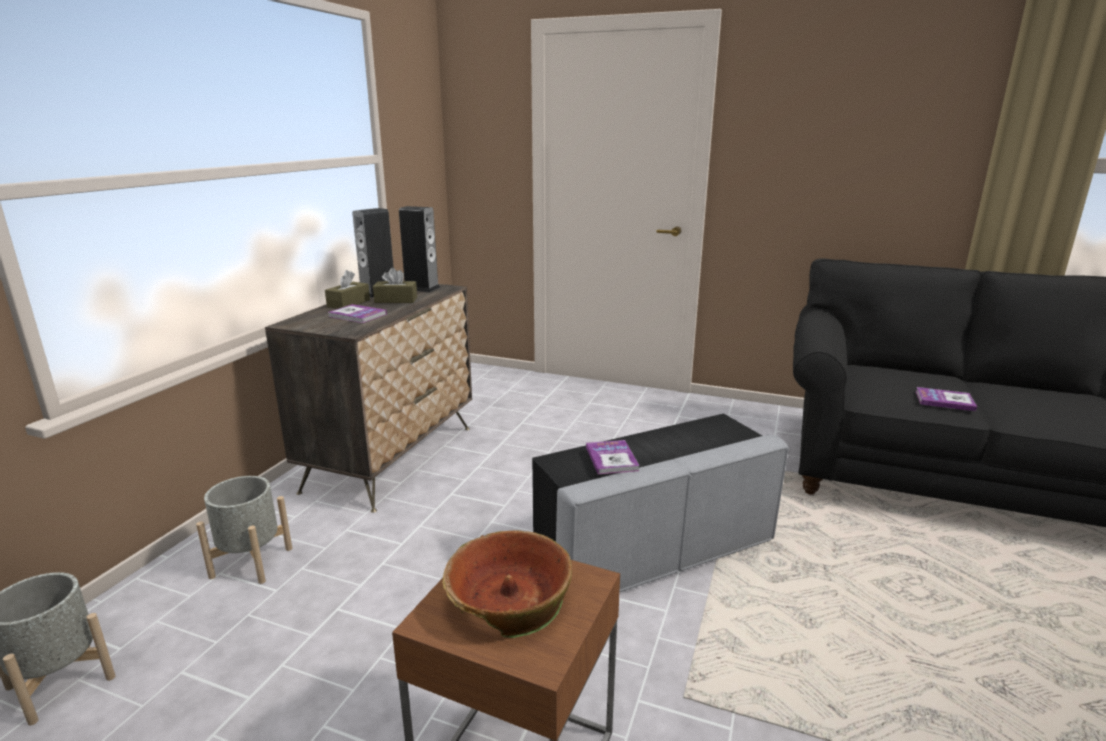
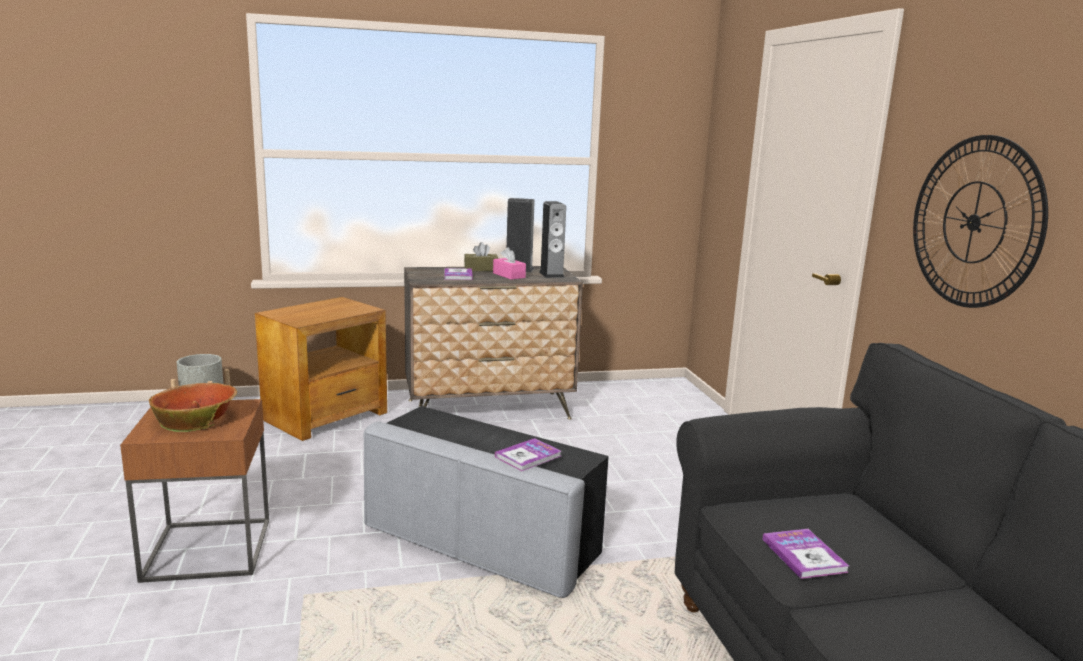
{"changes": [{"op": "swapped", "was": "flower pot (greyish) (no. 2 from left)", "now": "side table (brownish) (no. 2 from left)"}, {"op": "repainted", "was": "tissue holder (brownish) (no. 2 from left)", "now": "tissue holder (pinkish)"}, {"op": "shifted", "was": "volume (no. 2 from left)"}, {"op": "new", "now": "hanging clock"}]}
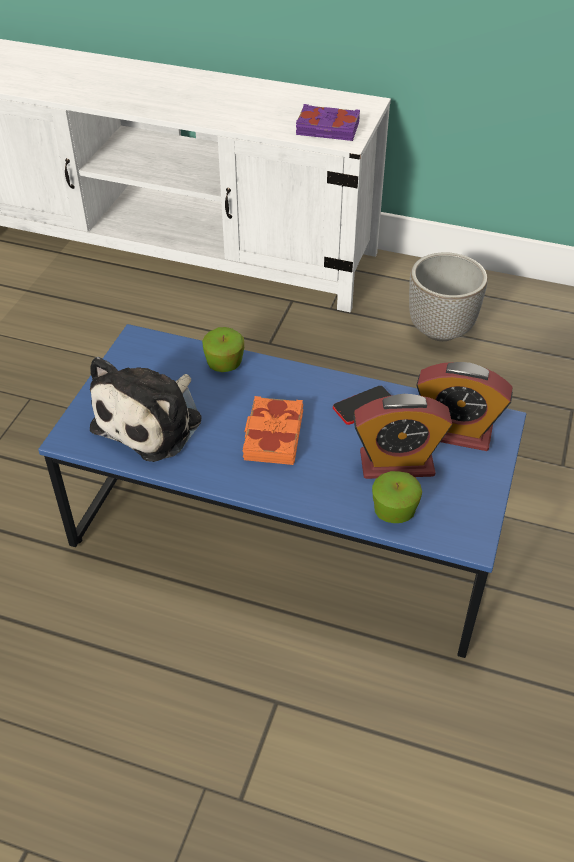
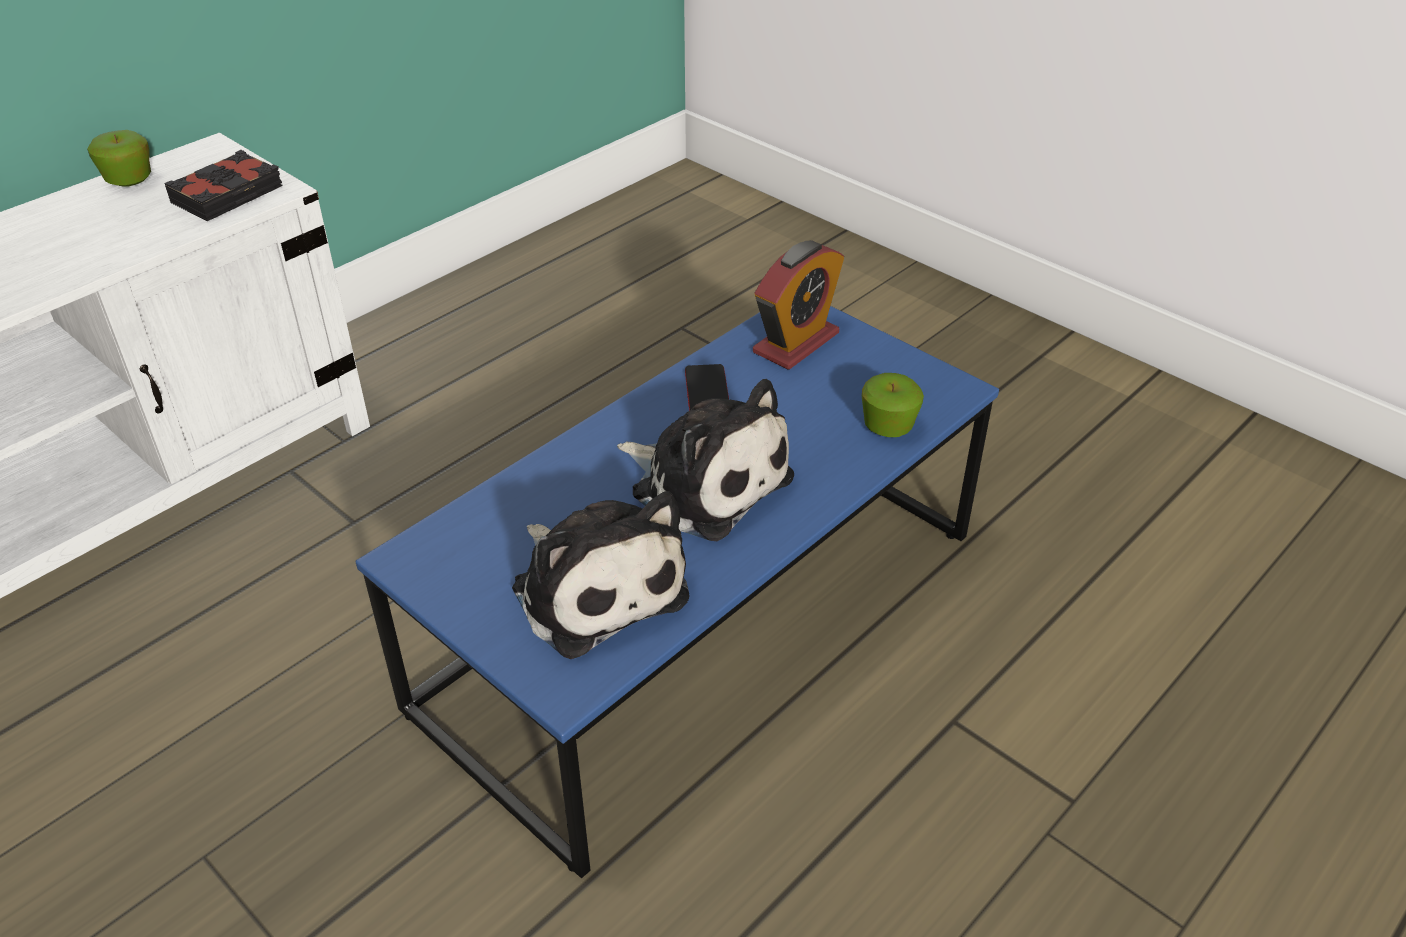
{"changes": [{"op": "shifted", "was": "whole apple (no. 1 from left)"}, {"op": "swapped", "was": "volume (orange-coloured)", "now": "plush toy (no. 2 from left)"}, {"op": "repainted", "was": "volume (purple-coloured)", "now": "volume (blackish)"}, {"op": "gone", "was": "table clock (no. 1 from left)"}, {"op": "gone", "was": "flower pot"}]}
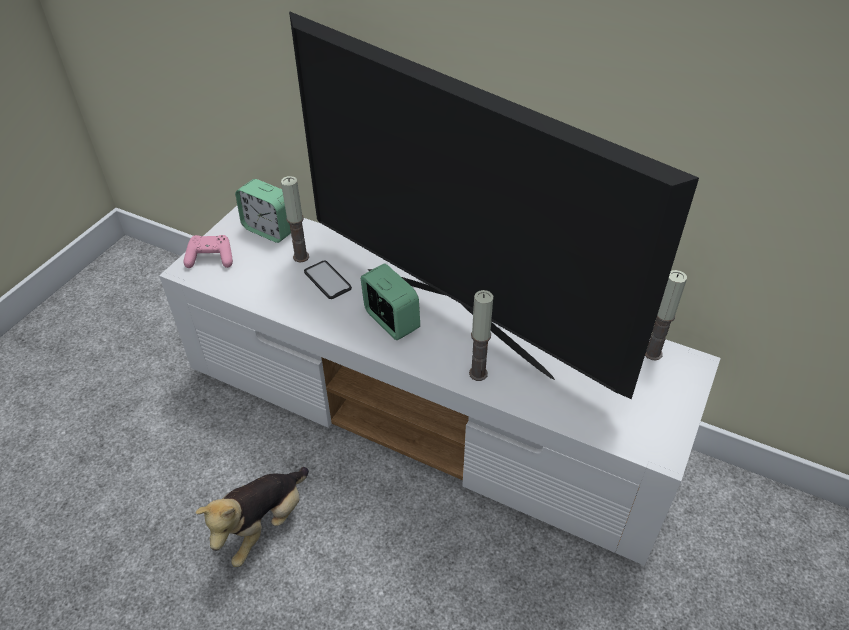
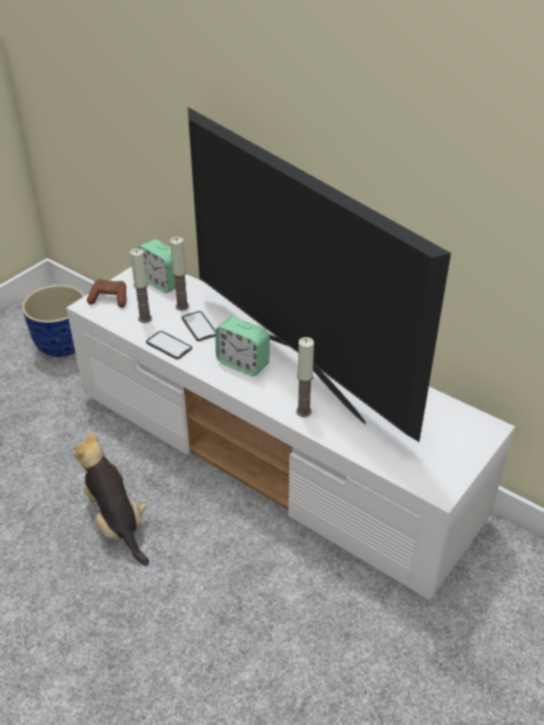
{"changes": [{"op": "repainted", "was": "game controller (pinkish)", "now": "game controller (brownish)"}, {"op": "rotated", "was": "plush toy", "clockwise": 105}, {"op": "rotated", "was": "table clock (no. 2 from left)", "clockwise": 150}, {"op": "shifted", "was": "wax candle (no. 3 from left in the first image)", "now": "wax candle (no. 1 from left)"}, {"op": "new", "now": "flower pot"}, {"op": "new", "now": "telephone (no. 1 from left)"}]}
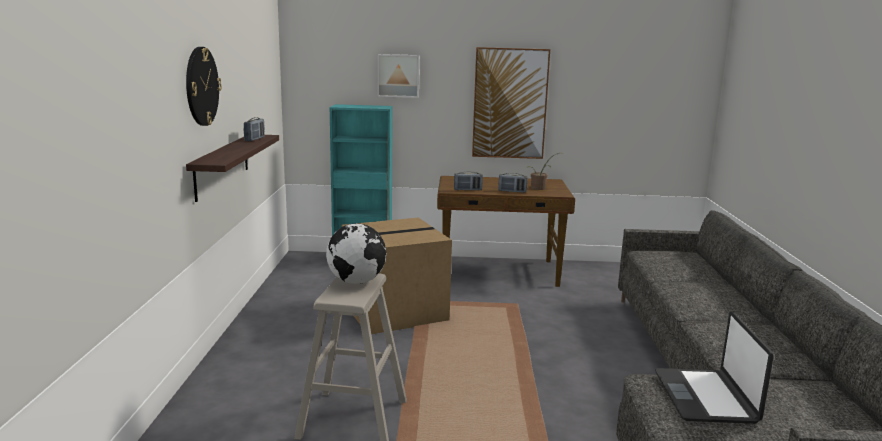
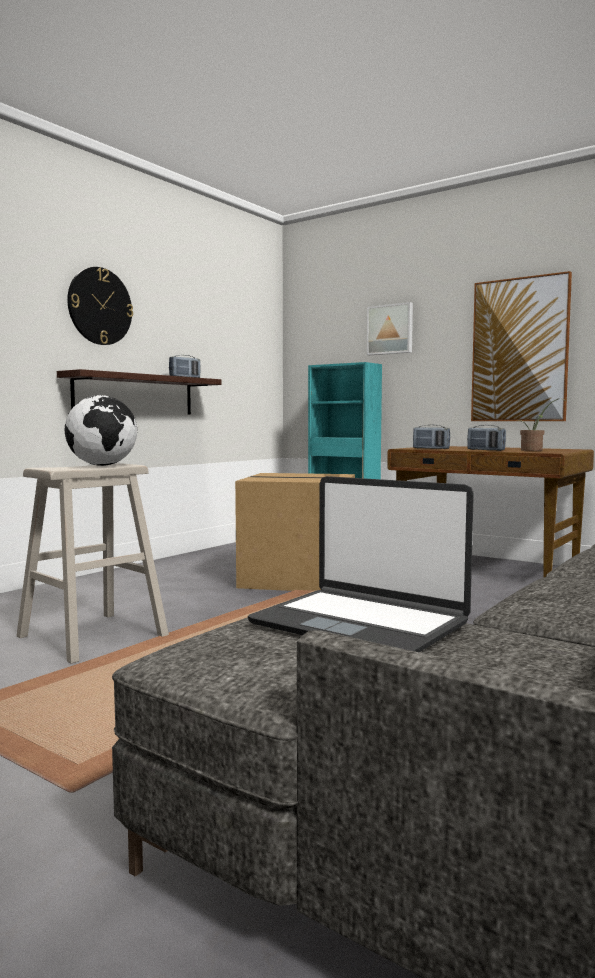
{"changes": [{"op": "rotated", "was": "portable computer", "clockwise": -90}]}
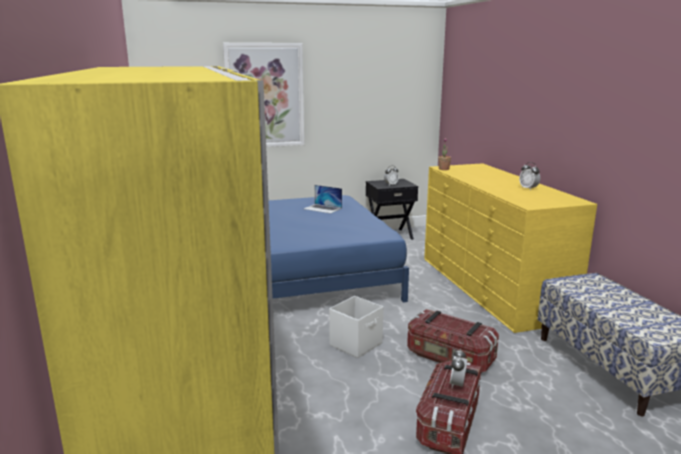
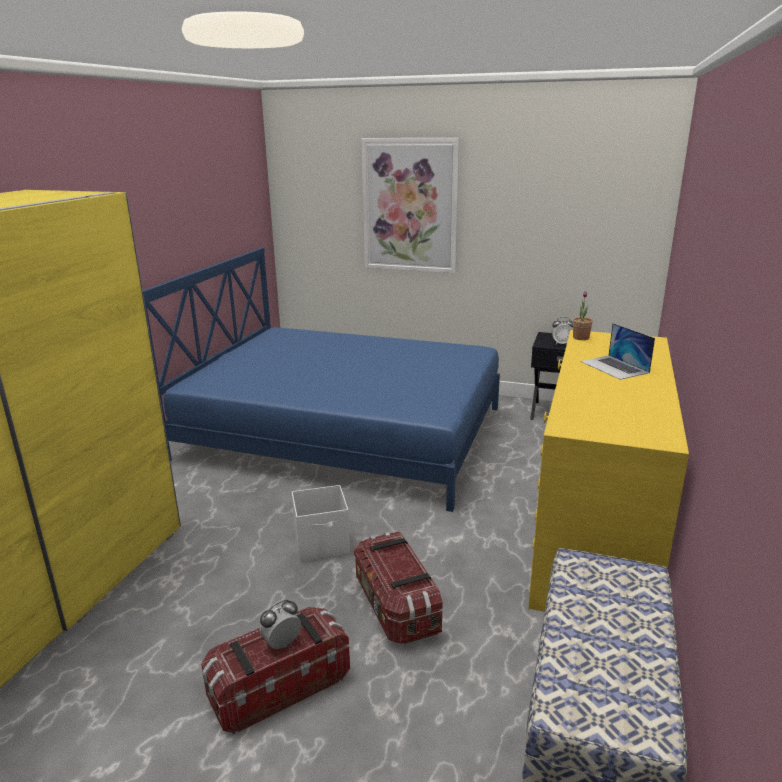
{"changes": [{"op": "shifted", "was": "portable computer"}, {"op": "gone", "was": "table clock (no. 3 from left)"}]}
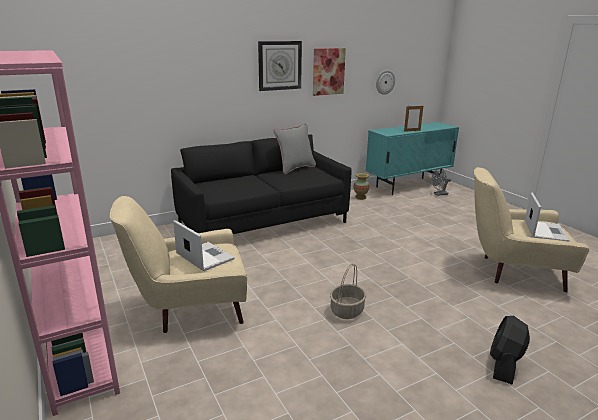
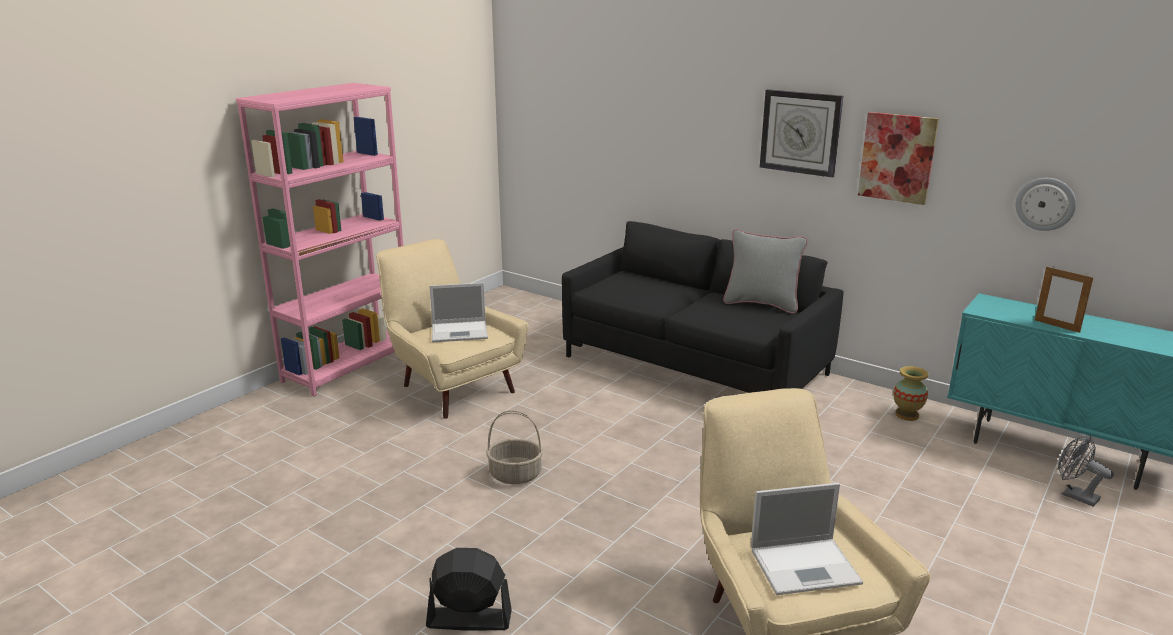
{"changes": [{"op": "rotated", "was": "portable computer (no. 1 from left)", "clockwise": 60}]}
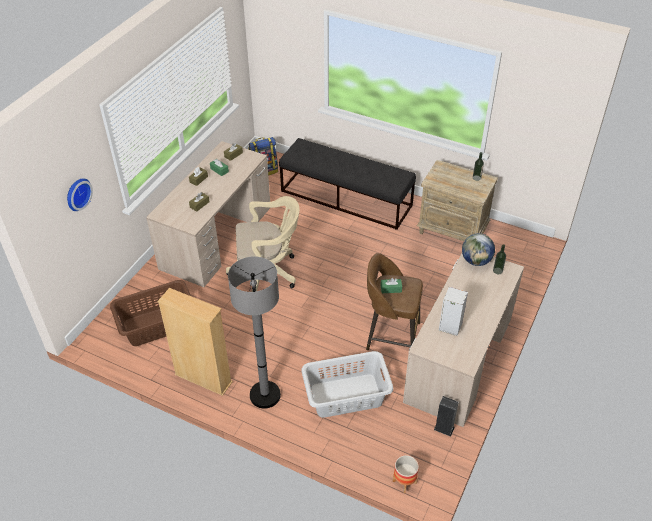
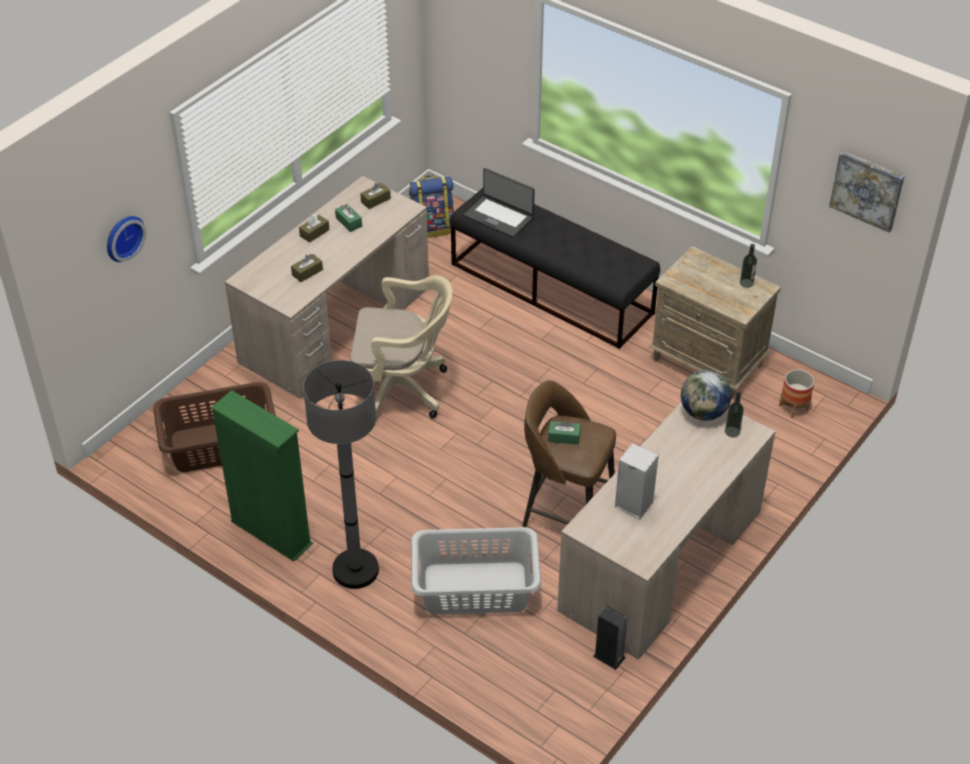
{"changes": [{"op": "repainted", "was": "bookshelf (sand-coloured)", "now": "bookshelf (greenish)"}, {"op": "shifted", "was": "flower pot"}, {"op": "new", "now": "portable computer"}, {"op": "new", "now": "picture"}]}
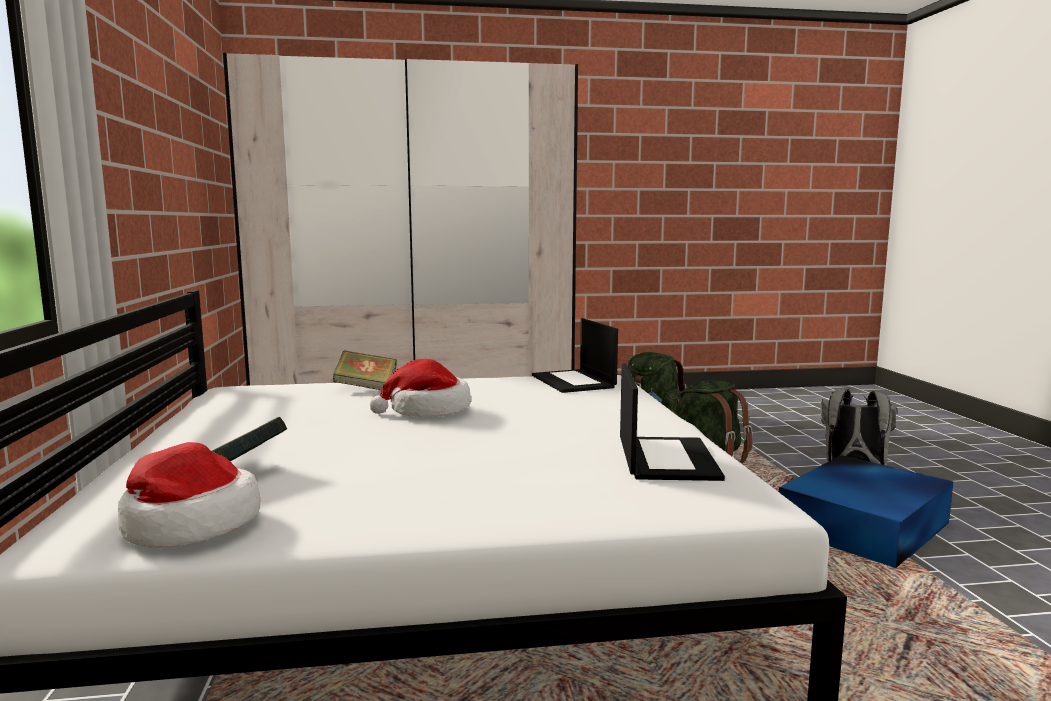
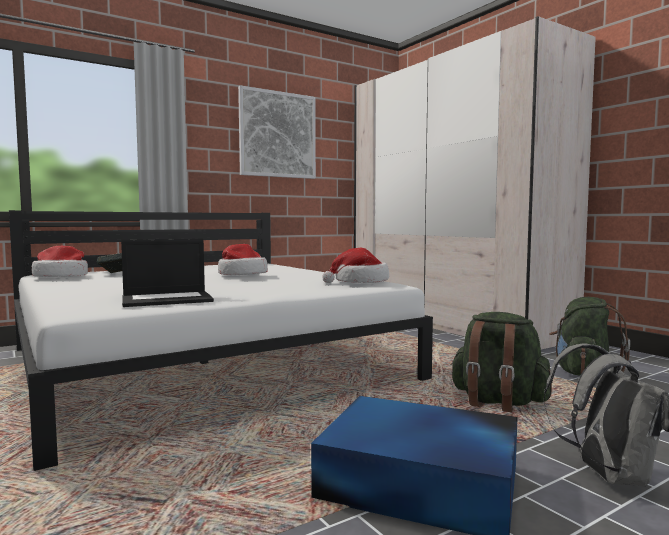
{"changes": [{"op": "gone", "was": "volume (no. 2 from left)"}, {"op": "swapped", "was": "portable computer (no. 1 from left)", "now": "clothing hat (no. 3 from left)"}, {"op": "new", "now": "picture"}]}
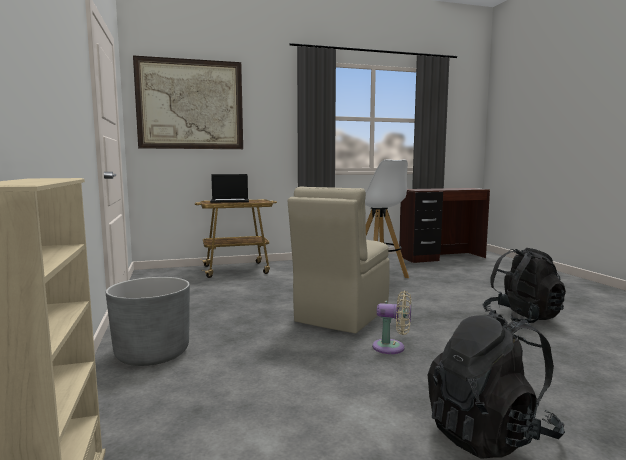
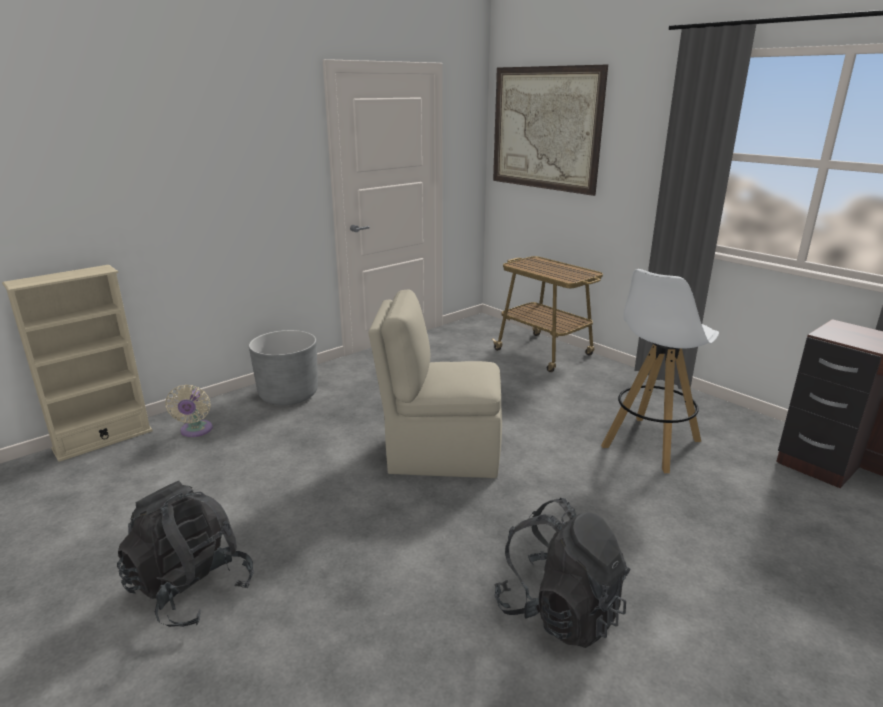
{"changes": [{"op": "gone", "was": "portable computer"}, {"op": "shifted", "was": "electric fan (sand-coloured)"}]}
